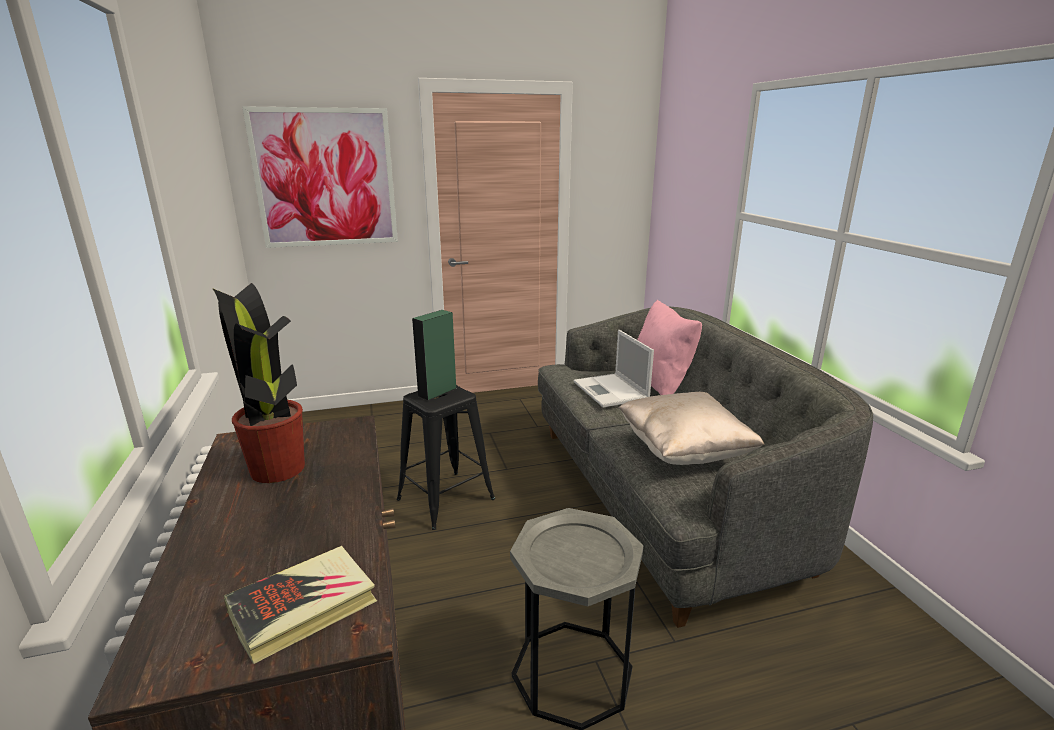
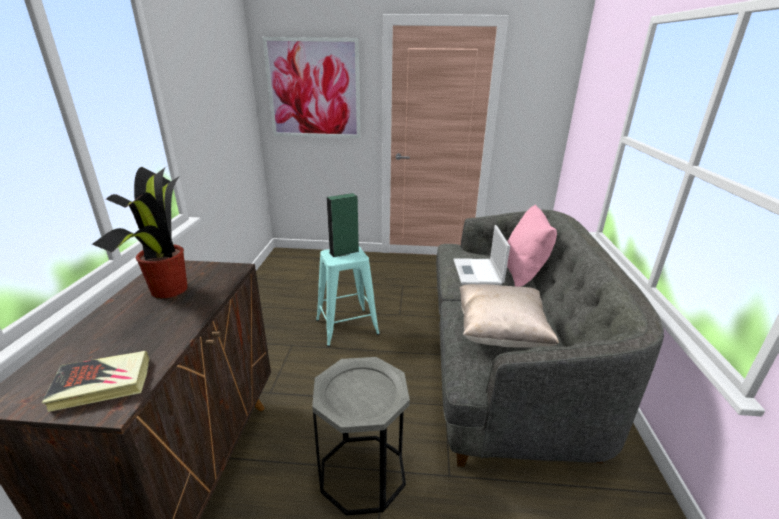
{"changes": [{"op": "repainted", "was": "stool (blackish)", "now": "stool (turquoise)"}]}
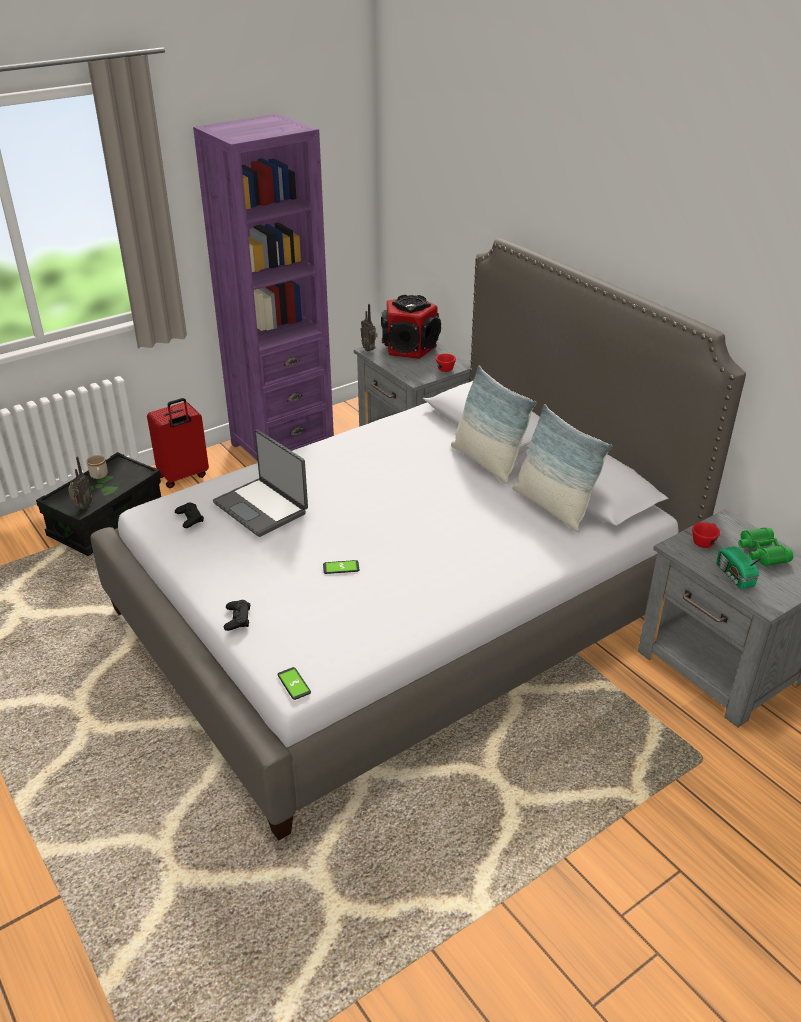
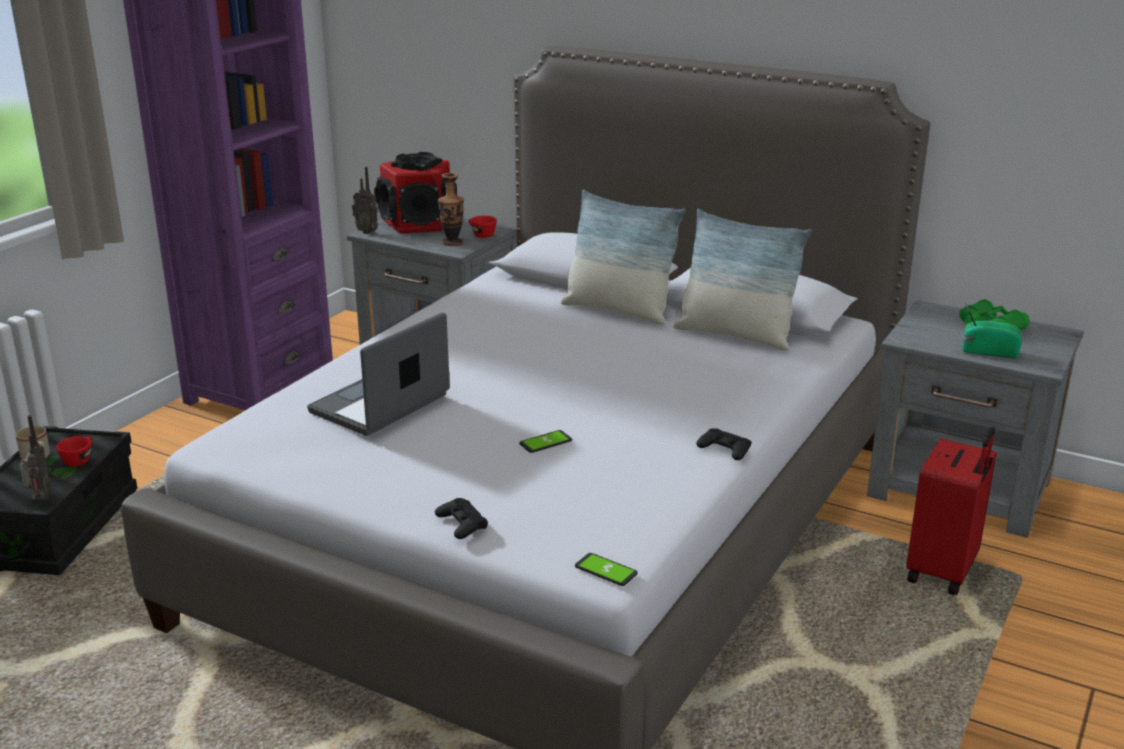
{"changes": [{"op": "shifted", "was": "piece of luggage (red-coloured)"}, {"op": "shifted", "was": "game controller (blackish) (no. 1 from left in the first image)", "now": "game controller (blackish) (no. 2 from left)"}, {"op": "rotated", "was": "portable computer", "clockwise": 105}, {"op": "shifted", "was": "cup (red-coloured) (no. 2 from left in the first image)", "now": "cup (red-coloured) (no. 1 from left)"}, {"op": "rotated", "was": "radio set (no. 3 from left)", "clockwise": 150}, {"op": "new", "now": "decorative vase"}]}
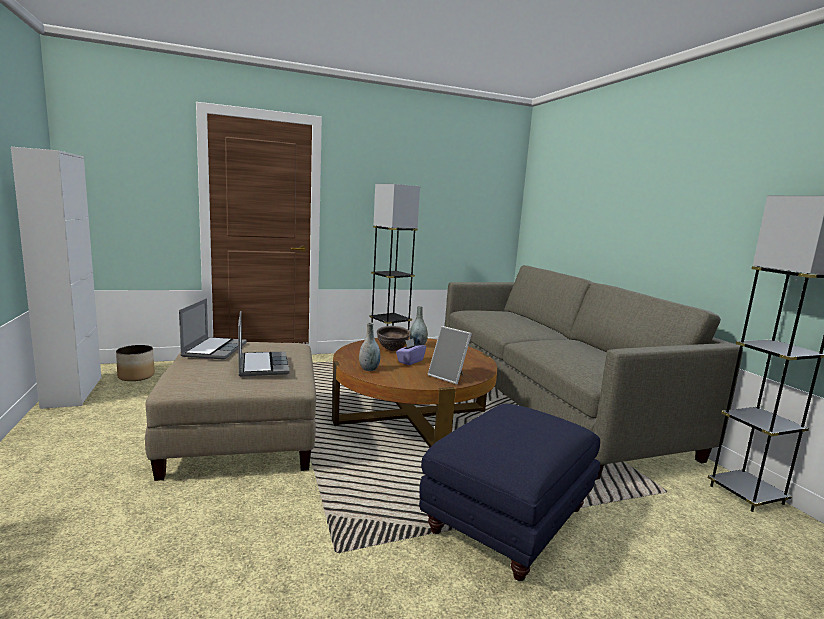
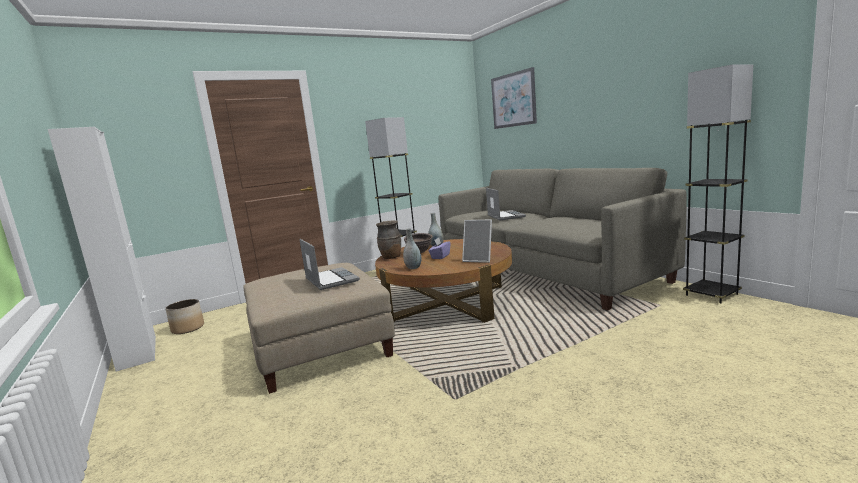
{"changes": [{"op": "shifted", "was": "portable computer (no. 1 from left in the first image)", "now": "portable computer (no. 2 from left)"}, {"op": "gone", "was": "ottoman (blue-coloured)"}, {"op": "new", "now": "decorative vase (brownish)"}, {"op": "new", "now": "picture"}]}
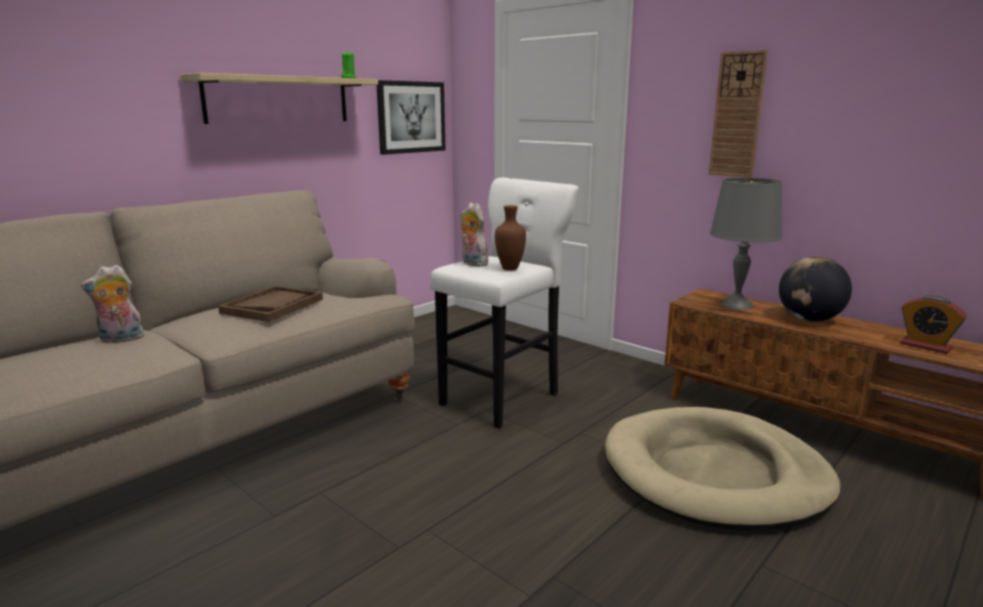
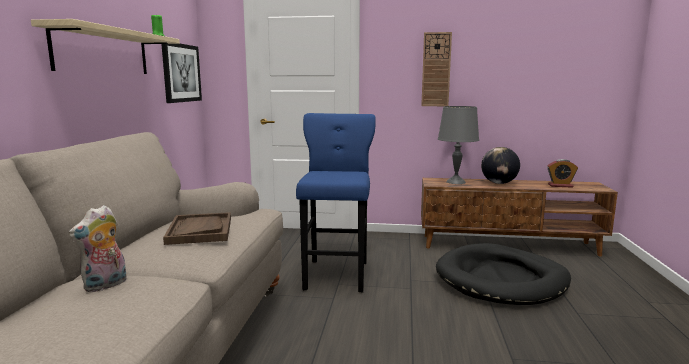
{"changes": [{"op": "repainted", "was": "stool (white-coloured)", "now": "stool (blue-coloured)"}, {"op": "gone", "was": "plush toy (no. 2 from left)"}, {"op": "gone", "was": "decorative vase (brownish)"}, {"op": "repainted", "was": "pet bed (sand-coloured)", "now": "pet bed (blackish)"}]}
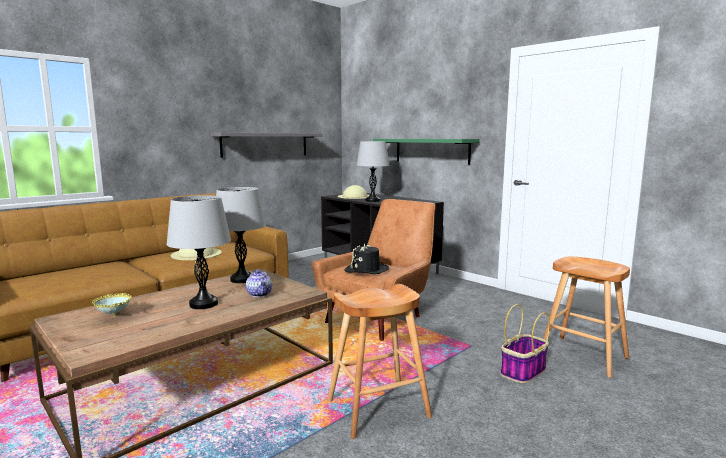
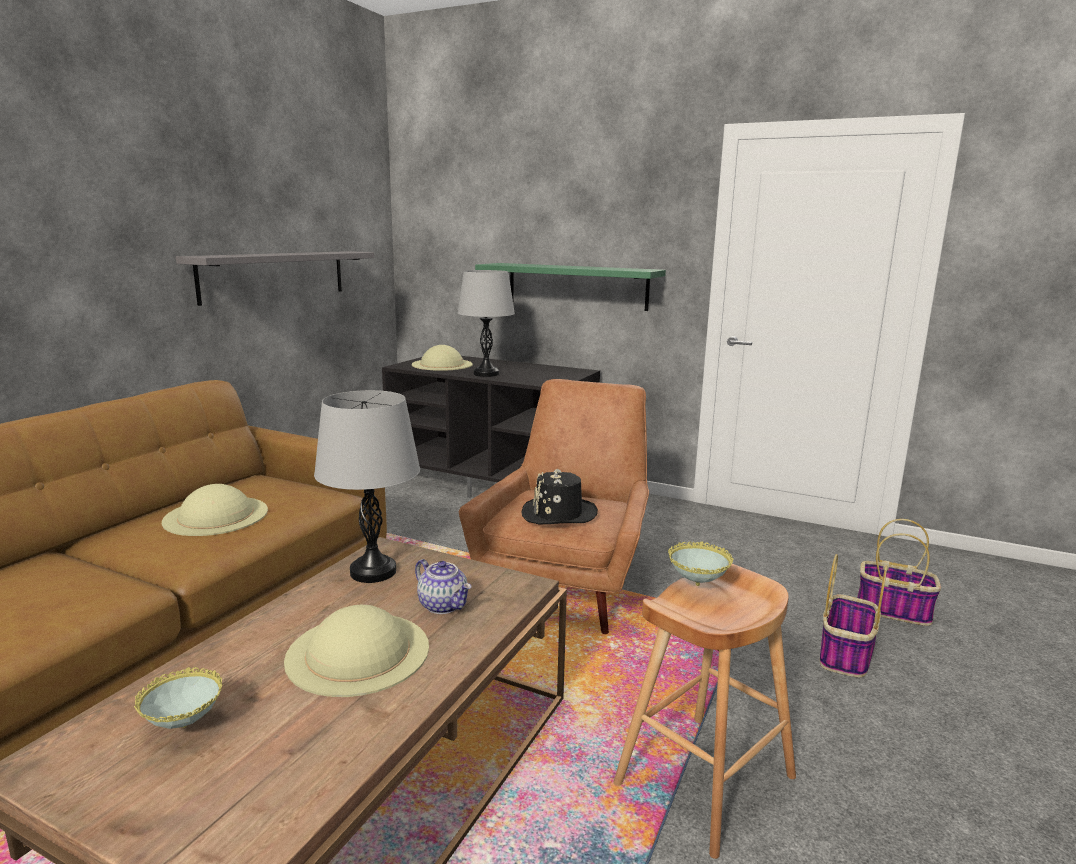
{"changes": [{"op": "swapped", "was": "lamp for a table (greyish) (no. 1 from left)", "now": "clothing hat (sand-coloured) (no. 2 from left)"}, {"op": "swapped", "was": "stool (brownish) (no. 2 from left)", "now": "basket (no. 2 from left)"}, {"op": "new", "now": "serving bowl (no. 2 from left)"}]}
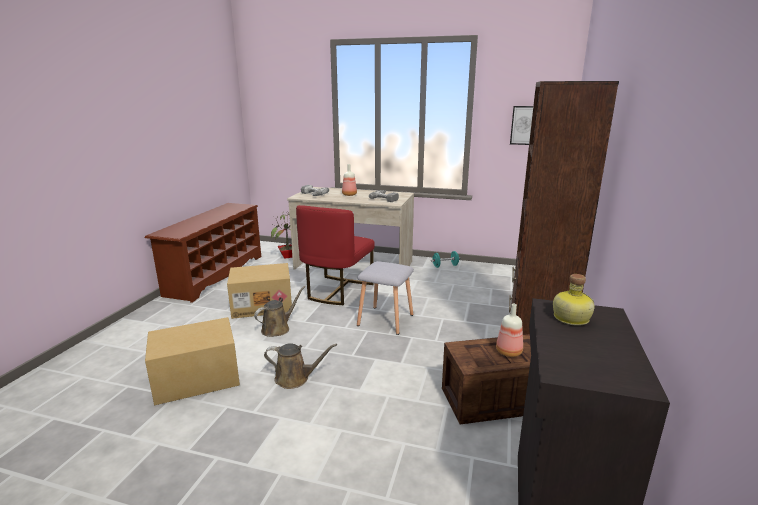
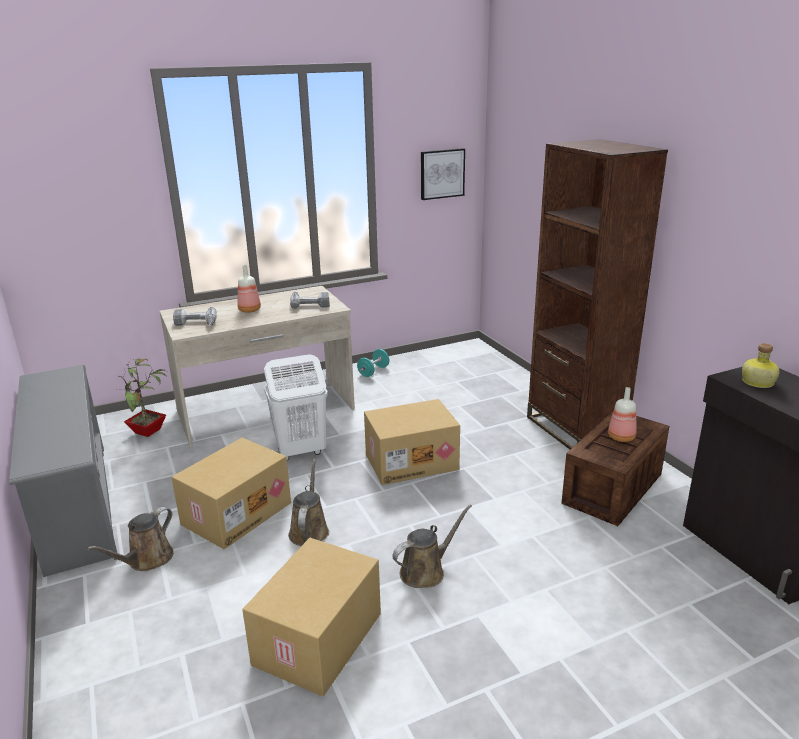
{"changes": [{"op": "repainted", "was": "shoe shelf (brownish)", "now": "shoe shelf (greyish)"}, {"op": "swapped", "was": "upright chair (red-coloured)", "now": "hamper (white-coloured)"}, {"op": "swapped", "was": "stool (greyish)", "now": "packing box (no. 3 from left)"}, {"op": "new", "now": "watering can (brownish) (no. 1 from left)"}]}
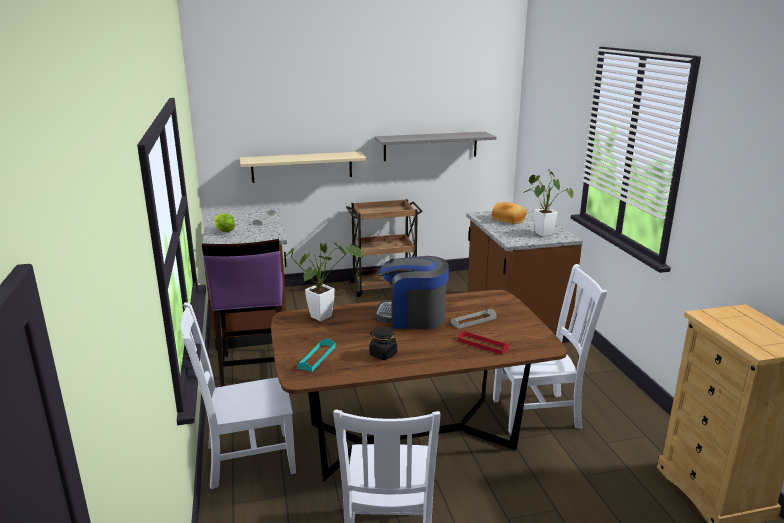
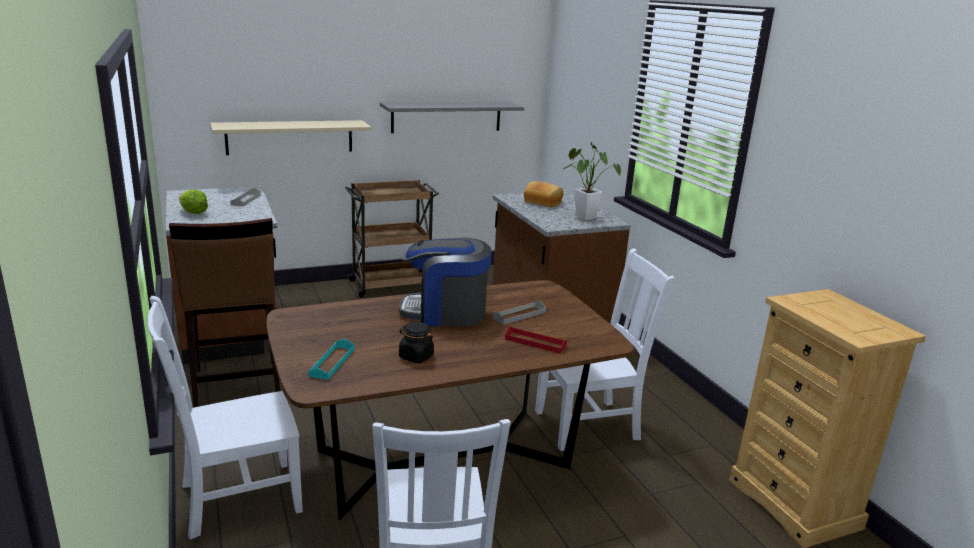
{"changes": [{"op": "repainted", "was": "stool (purple-coloured)", "now": "stool (brownish)"}, {"op": "gone", "was": "plant in a pot (no. 1 from left)"}]}
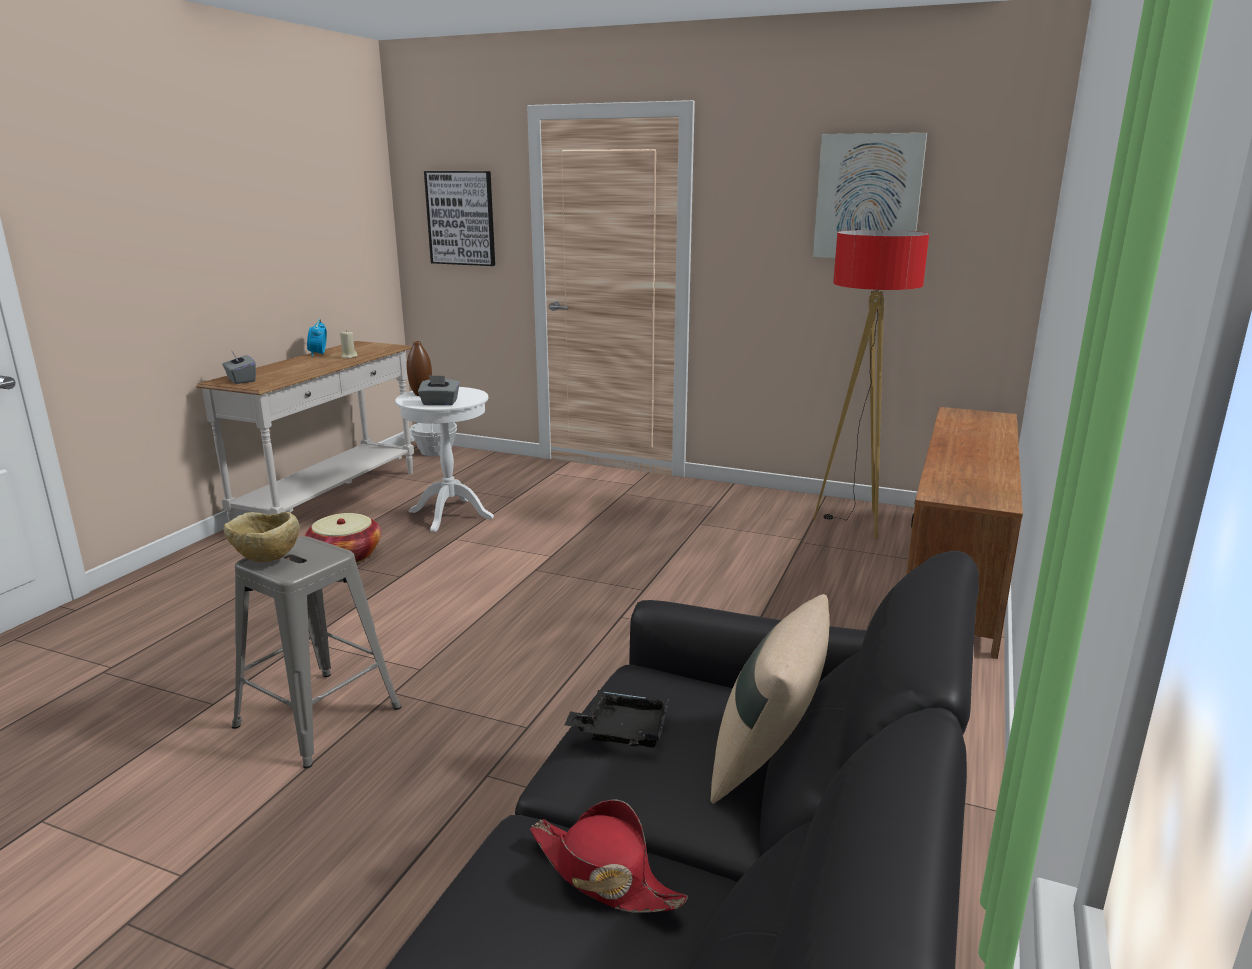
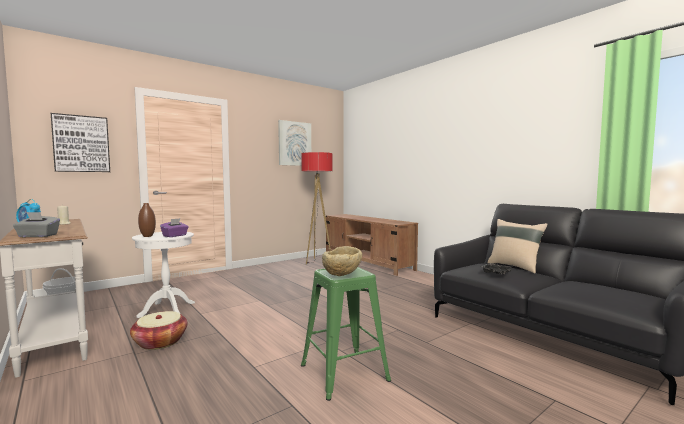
{"changes": [{"op": "repainted", "was": "stool (greyish)", "now": "stool (greenish)"}, {"op": "repainted", "was": "tissue holder (greyish) (no. 2 from left)", "now": "tissue holder (purple-coloured)"}, {"op": "gone", "was": "clothing hat (red-coloured)"}]}
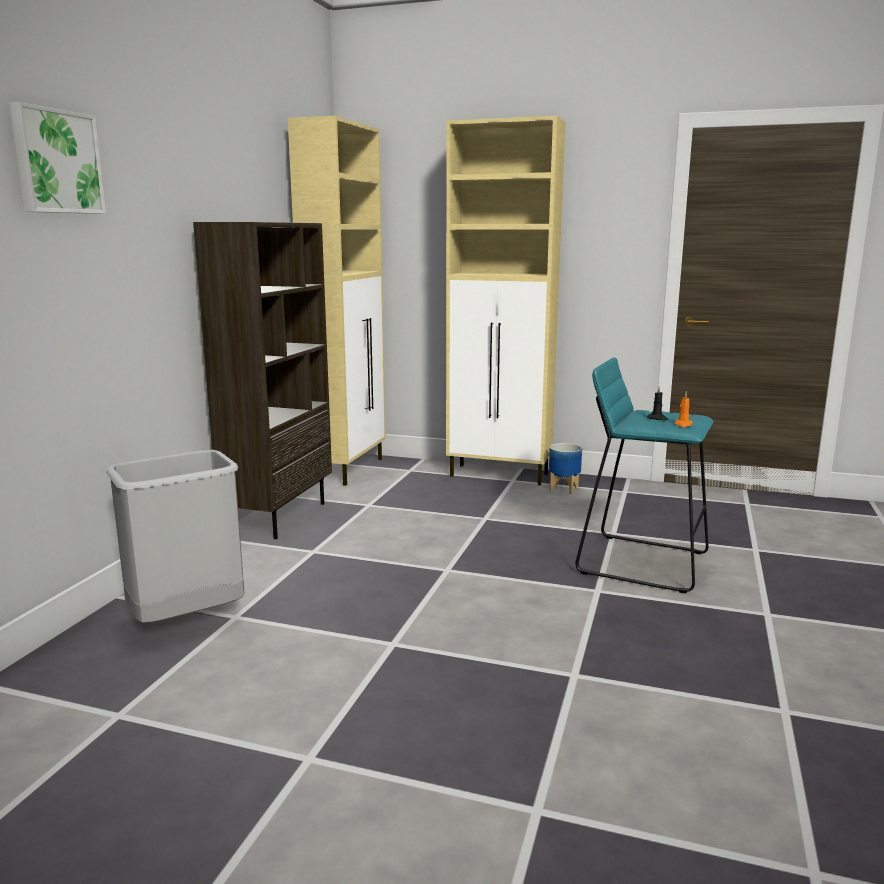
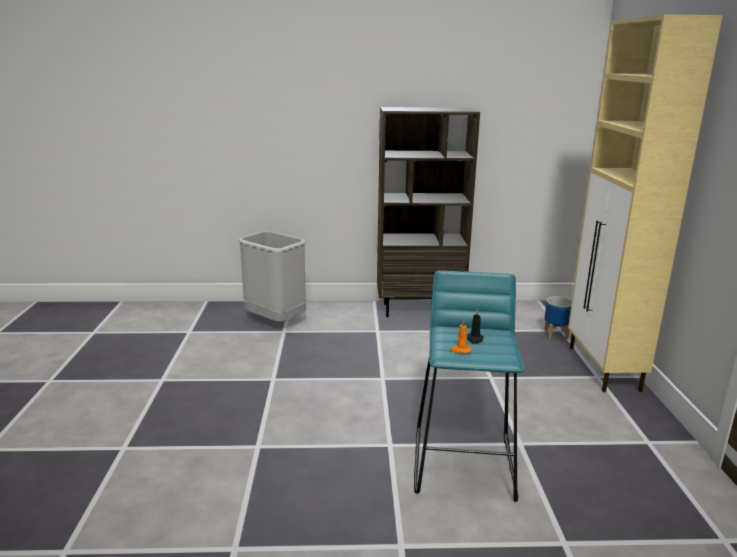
{"changes": [{"op": "gone", "was": "picture"}, {"op": "gone", "was": "storage cabinet (sand-coloured) (no. 1 from left)"}, {"op": "shifted", "was": "flower pot"}]}
